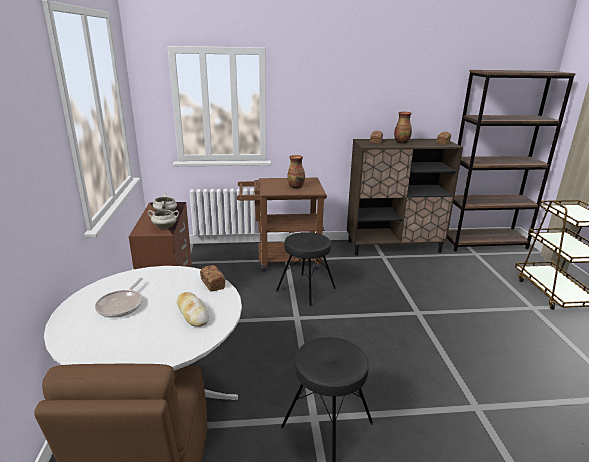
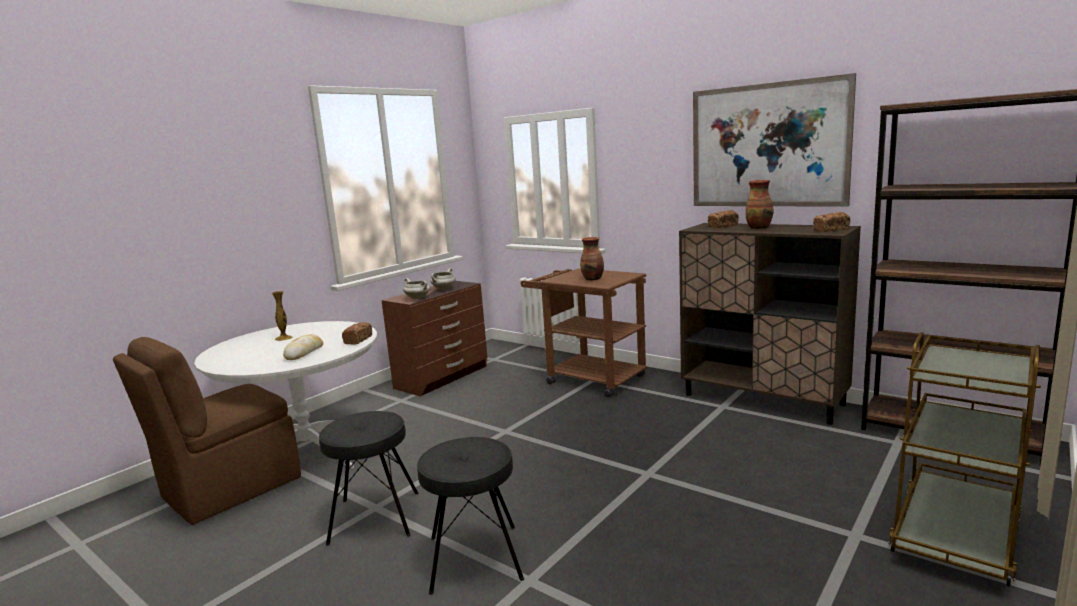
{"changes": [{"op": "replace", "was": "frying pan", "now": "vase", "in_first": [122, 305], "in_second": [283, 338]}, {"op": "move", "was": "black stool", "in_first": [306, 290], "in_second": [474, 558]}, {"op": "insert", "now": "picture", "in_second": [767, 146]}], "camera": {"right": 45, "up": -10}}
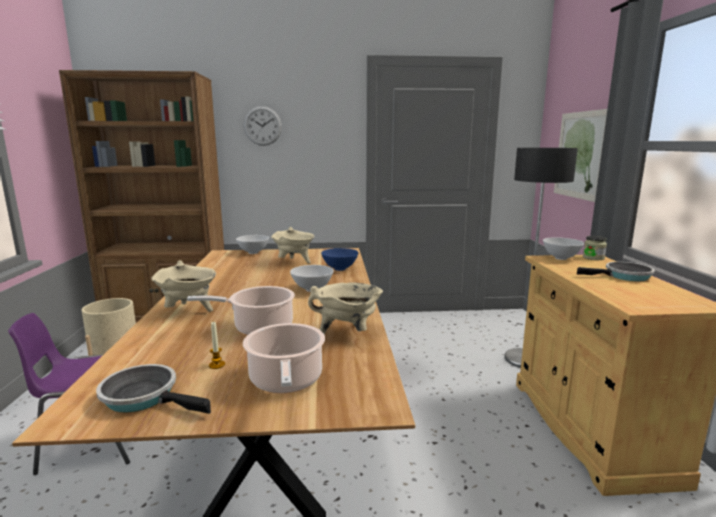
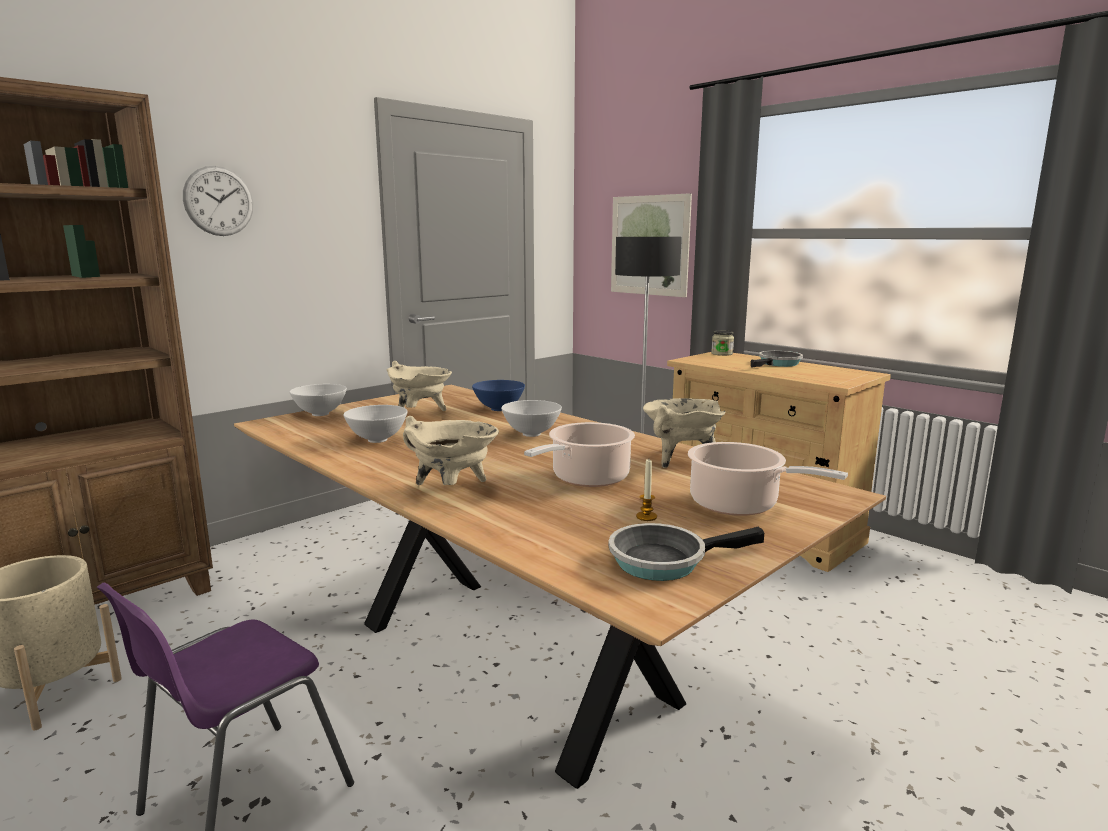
{"changes": [{"op": "move", "was": "white bowl", "in_first": [561, 258], "in_second": [378, 440]}], "camera": {"right": -40, "up": 0}}
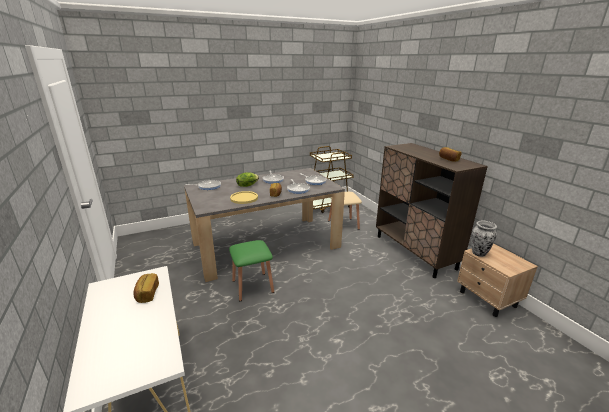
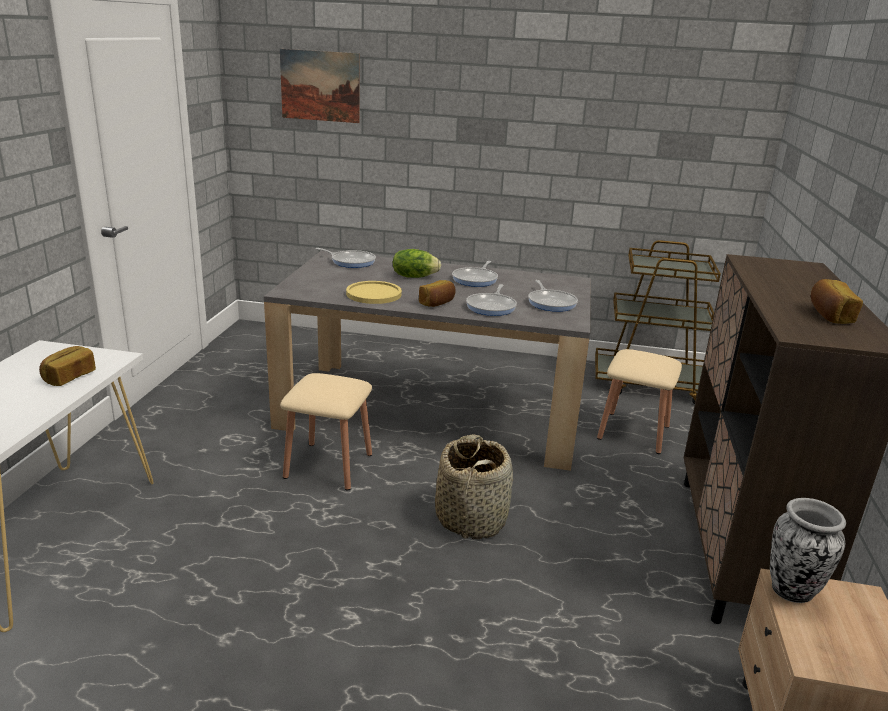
{"changes": [{"op": "recolor", "was": "green stool", "now": "beige stool", "in_first": [252, 286], "in_second": [328, 465]}, {"op": "insert", "now": "picture", "in_second": [320, 86]}, {"op": "insert", "now": "basket", "in_second": [471, 518]}], "camera": {"right": 35, "up": 0}}
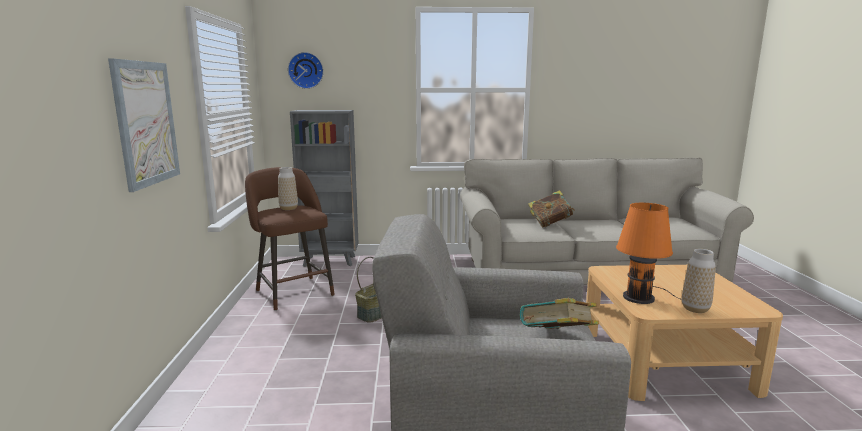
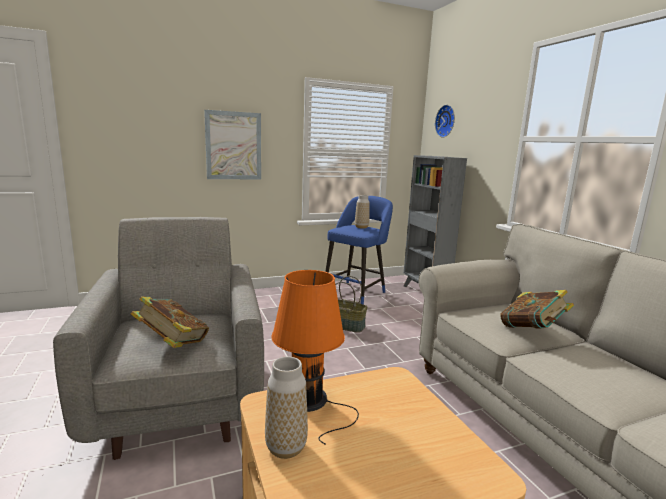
{"changes": [{"op": "recolor", "was": "brown stool", "now": "blue stool", "in_first": [293, 291], "in_second": [356, 292]}], "camera": {"right": 70, "up": 0}}
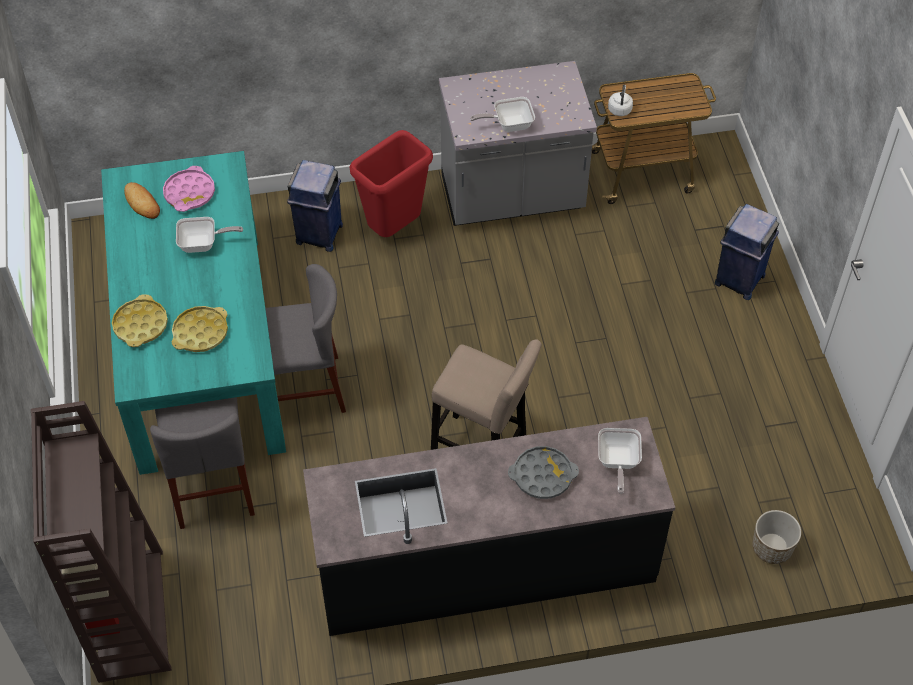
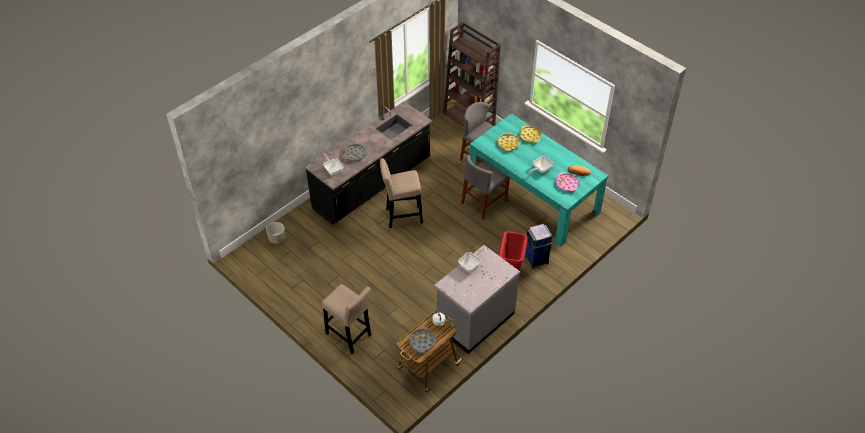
{"changes": [{"op": "replace", "was": "blue trash can", "now": "beige stool", "in_first": [739, 280], "in_second": [350, 336]}, {"op": "insert", "now": "grey tray", "in_second": [422, 341]}], "camera": {"right": 145, "up": -5}}
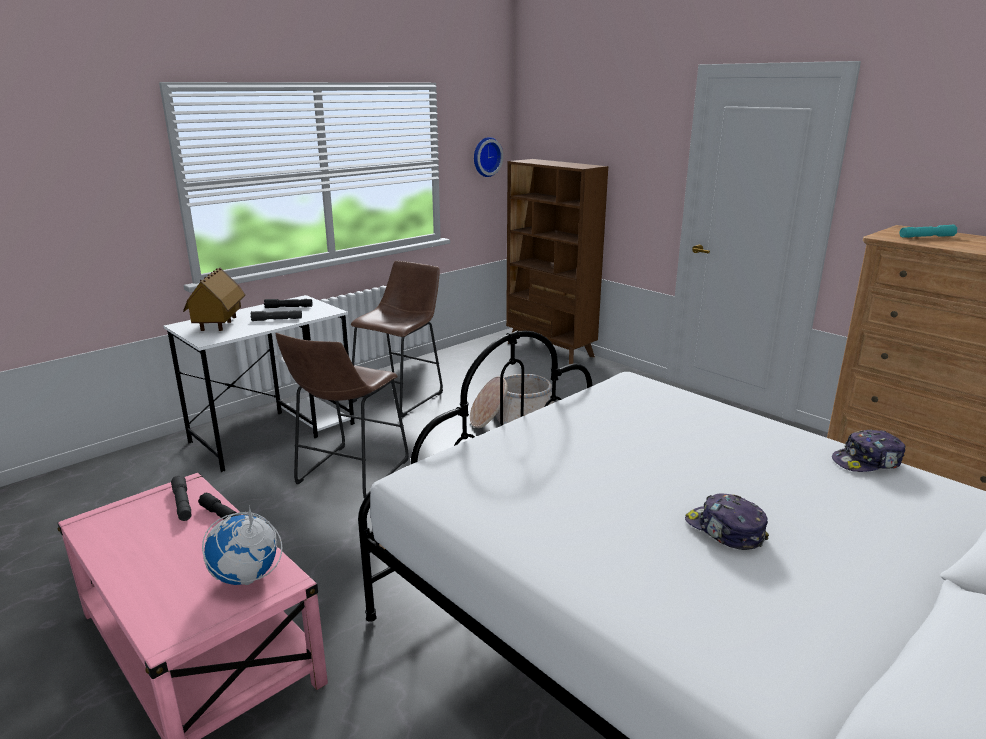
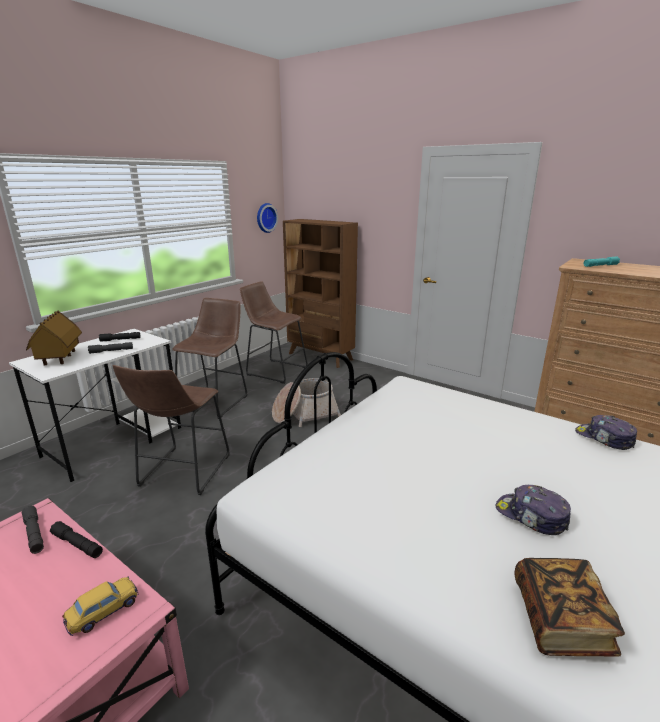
{"changes": [{"op": "replace", "was": "globe", "now": "toy car", "in_first": [246, 578], "in_second": [103, 612]}, {"op": "rotate", "was": "cap", "in_first": [867, 462], "in_second": [604, 439], "clockwise": 75}, {"op": "insert", "now": "brown stool", "in_second": [274, 370]}, {"op": "insert", "now": "book", "in_second": [560, 620]}], "camera": {"right": -10, "up": 0}}
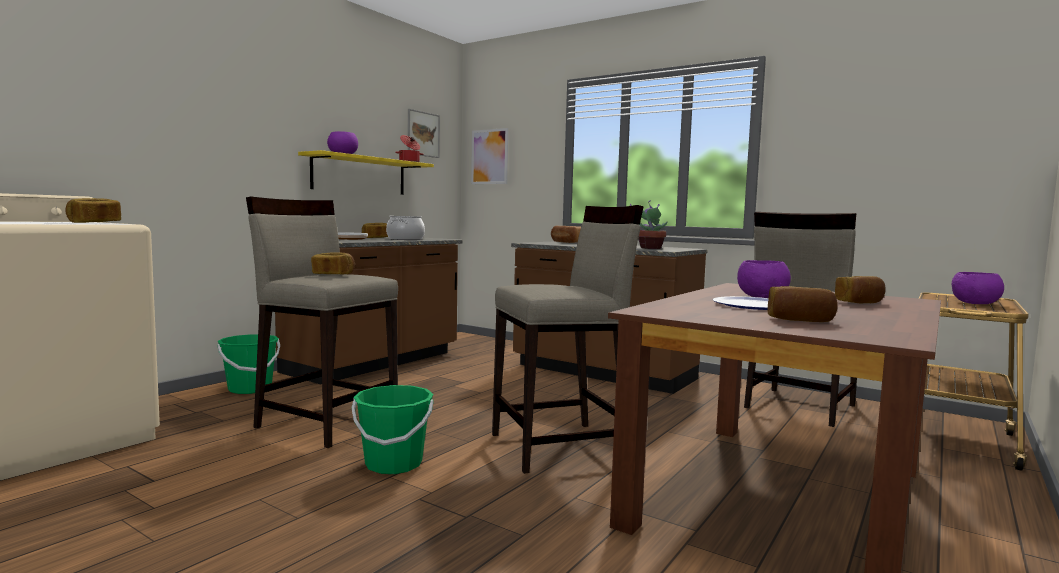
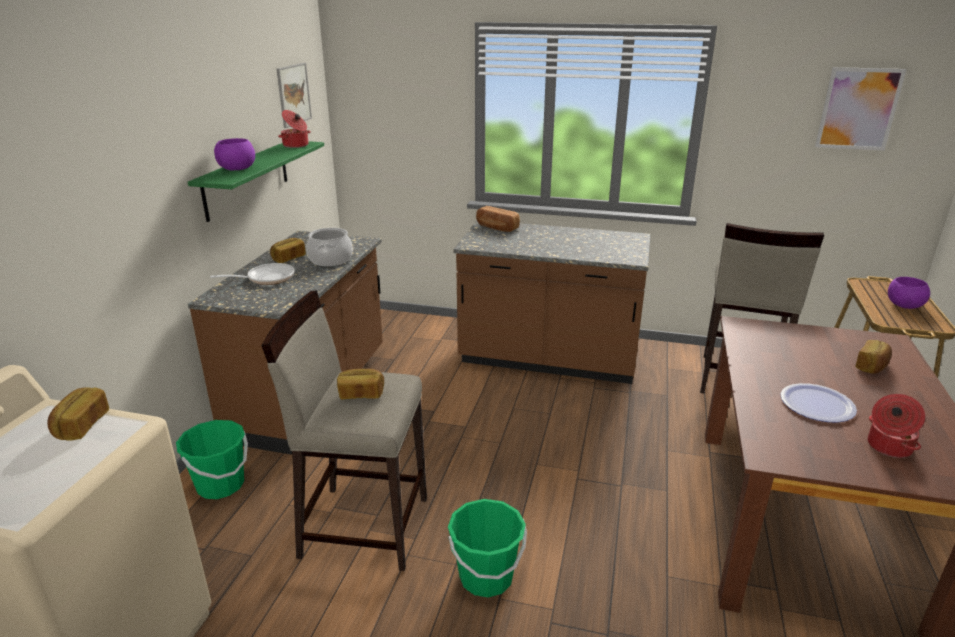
{"changes": [{"op": "recolor", "was": "yellow shelf", "now": "green shelf", "in_first": [359, 175], "in_second": [247, 179]}, {"op": "move", "was": "picture", "in_first": [489, 156], "in_second": [858, 109]}, {"op": "delete", "was": "beige stool", "in_first": [560, 447]}, {"op": "delete", "was": "potted plant", "in_first": [649, 248]}, {"op": "delete", "was": "purple bowl", "in_first": [760, 297]}, {"op": "replace", "was": "bread", "now": "cooking pot", "in_first": [800, 320], "in_second": [888, 447]}], "camera": {"right": -20, "up": 20}}
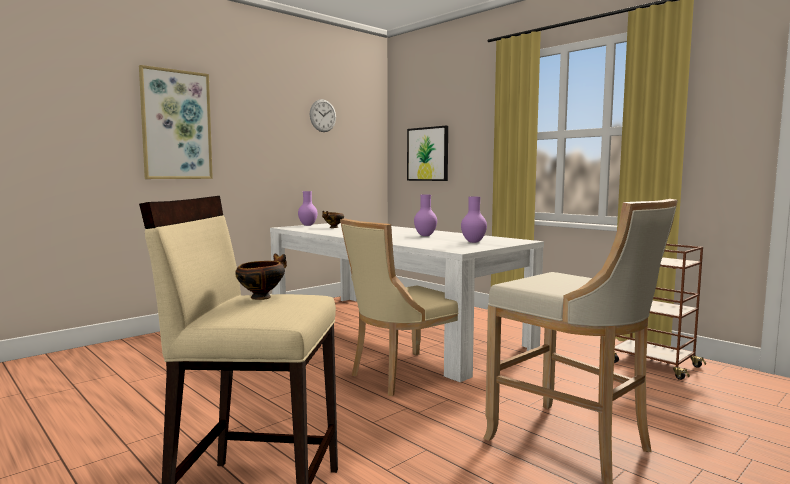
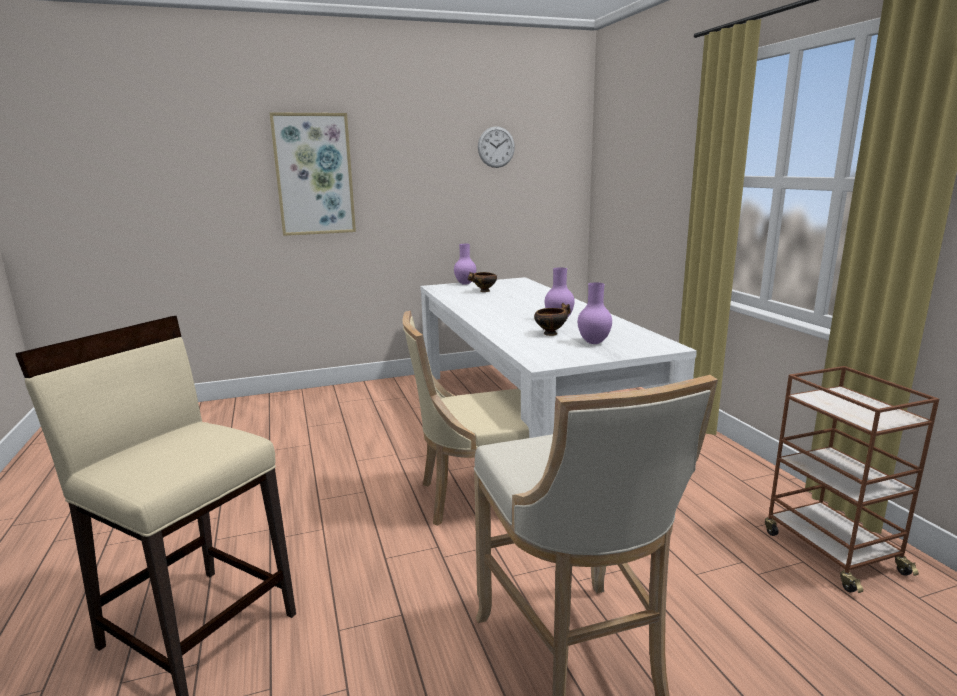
{"changes": [{"op": "move", "was": "bowl", "in_first": [262, 297], "in_second": [551, 333]}, {"op": "delete", "was": "picture", "in_first": [428, 154]}], "camera": {"right": 25, "up": 10}}
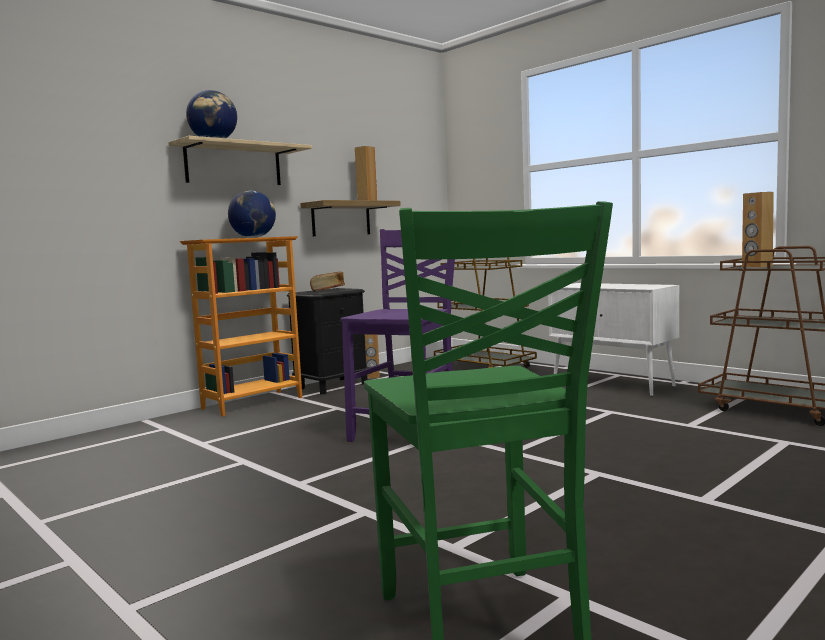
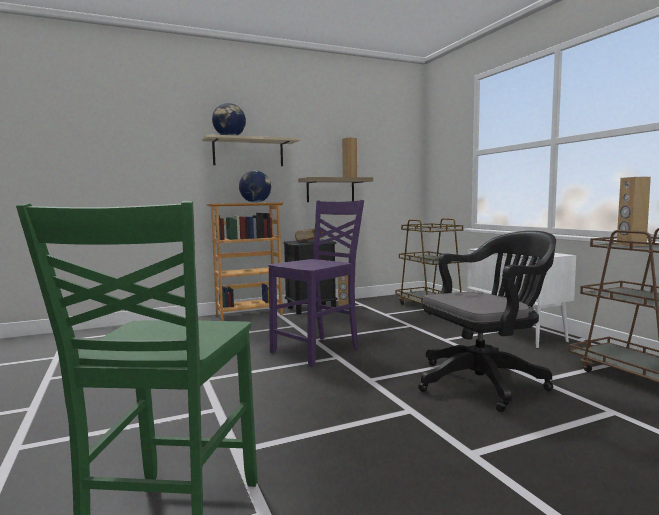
{"changes": [{"op": "insert", "now": "black office chair", "in_second": [485, 382]}], "camera": {"right": 20, "up": 0}}
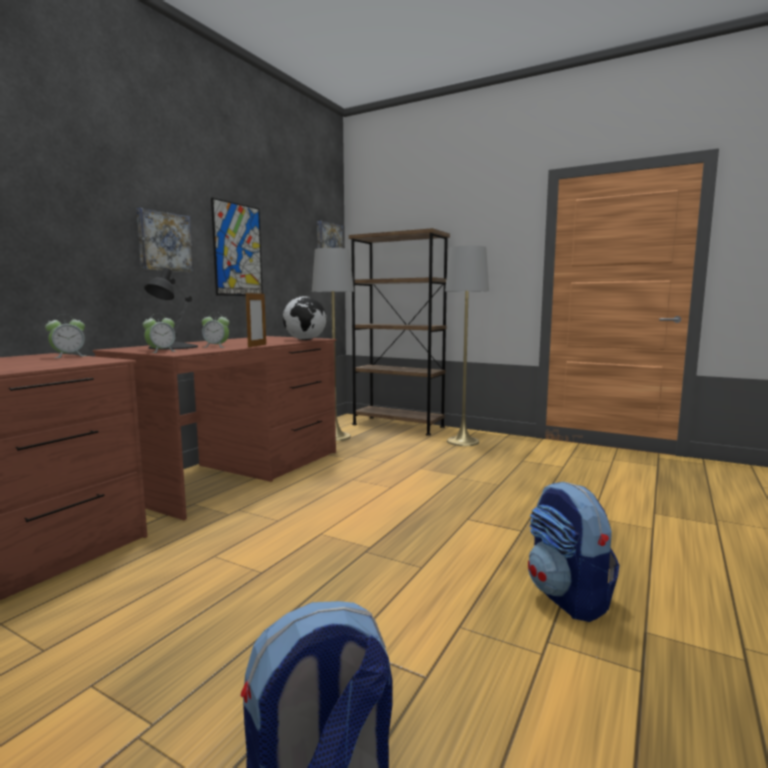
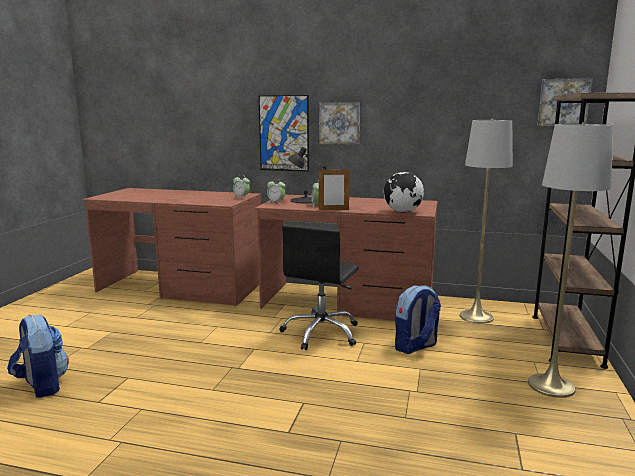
{"changes": [{"op": "move", "was": "picture", "in_first": [237, 250], "in_second": [284, 133]}, {"op": "move", "was": "backpack", "in_first": [568, 597], "in_second": [415, 347]}, {"op": "insert", "now": "black office chair", "in_second": [321, 333]}], "camera": {"right": 75, "up": 5}}
